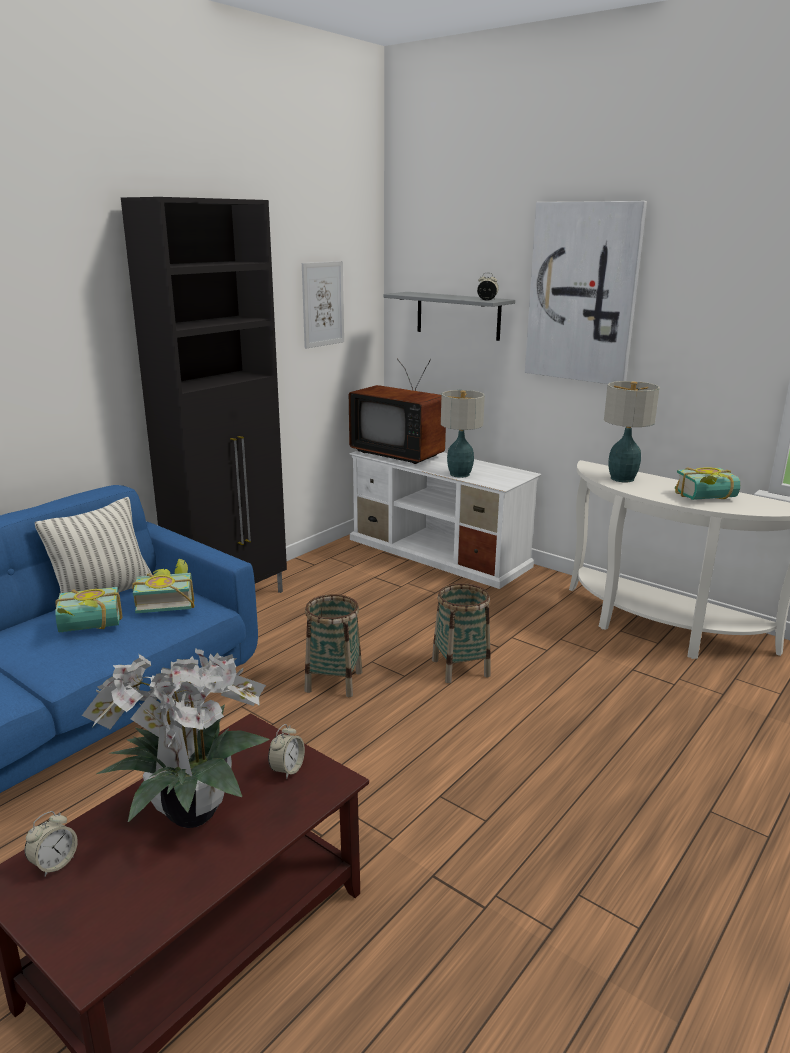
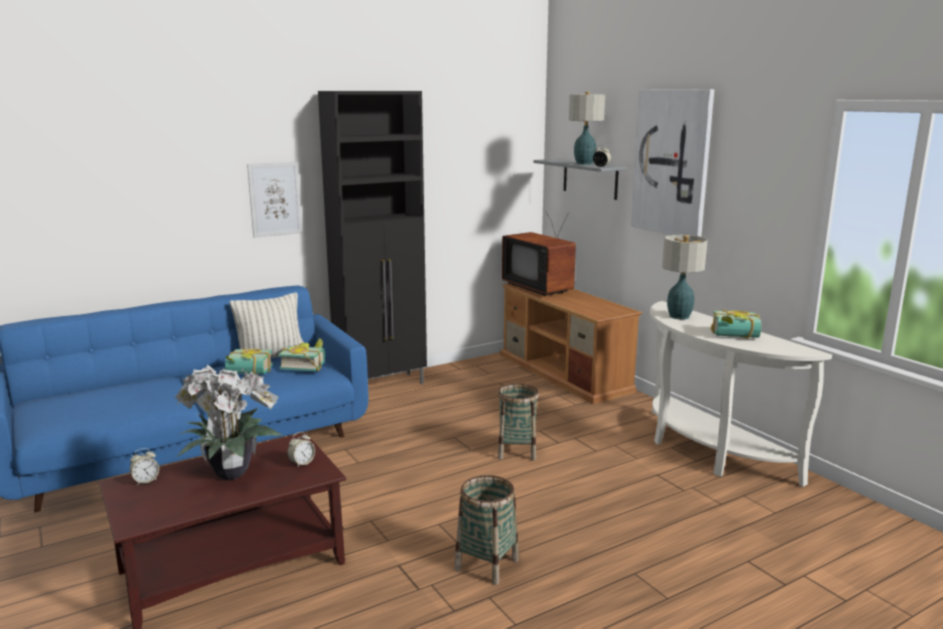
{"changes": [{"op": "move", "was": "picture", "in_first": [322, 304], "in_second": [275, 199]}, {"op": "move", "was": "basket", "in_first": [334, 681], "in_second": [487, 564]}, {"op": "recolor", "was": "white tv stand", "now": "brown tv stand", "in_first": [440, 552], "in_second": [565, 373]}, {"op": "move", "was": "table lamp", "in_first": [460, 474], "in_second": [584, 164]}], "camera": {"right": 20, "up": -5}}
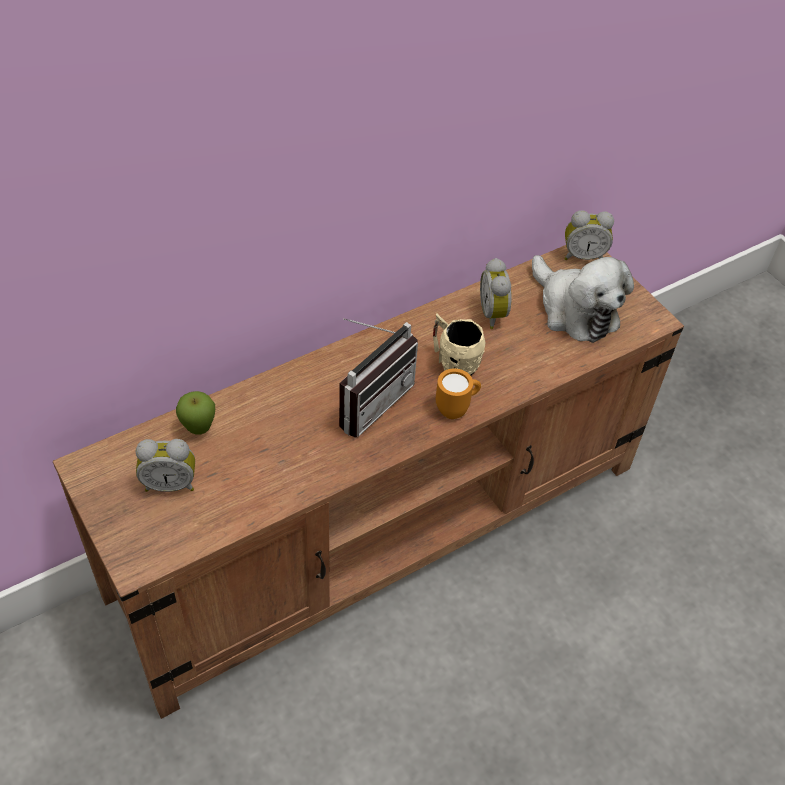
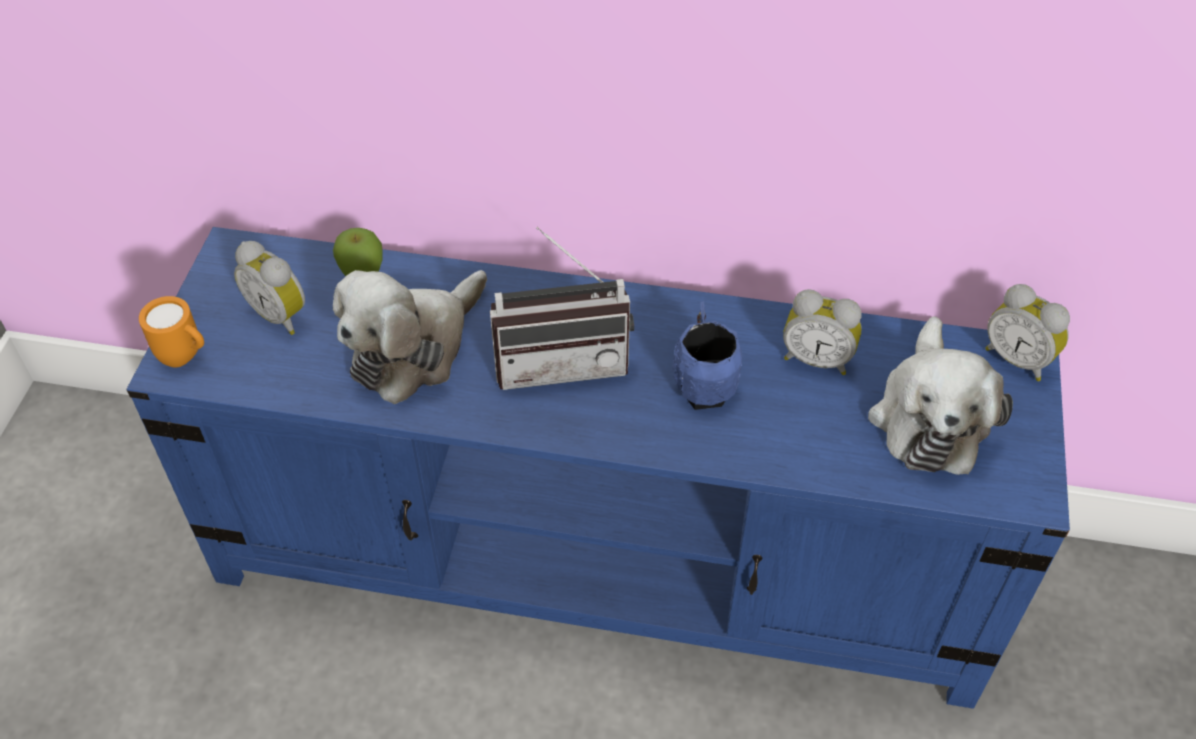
{"changes": [{"op": "recolor", "was": "brown tv stand", "now": "blue tv stand", "in_first": [383, 529], "in_second": [602, 560]}, {"op": "recolor", "was": "beige mug", "now": "blue mug", "in_first": [454, 362], "in_second": [703, 381]}, {"op": "move", "was": "orange mug", "in_first": [456, 409], "in_second": [186, 357]}, {"op": "rotate", "was": "alarm clock", "in_first": [495, 314], "in_second": [817, 358], "clockwise": -105}, {"op": "insert", "now": "plush toy", "in_second": [414, 348]}], "camera": {"right": 45, "up": 0}}
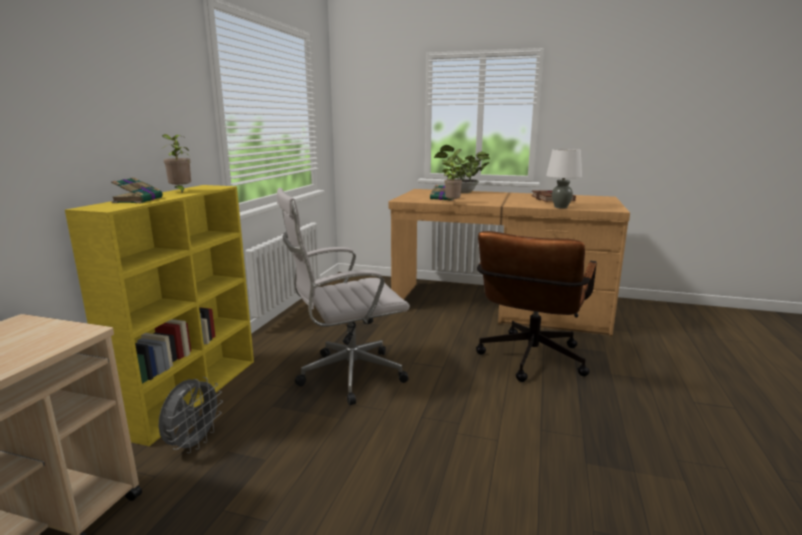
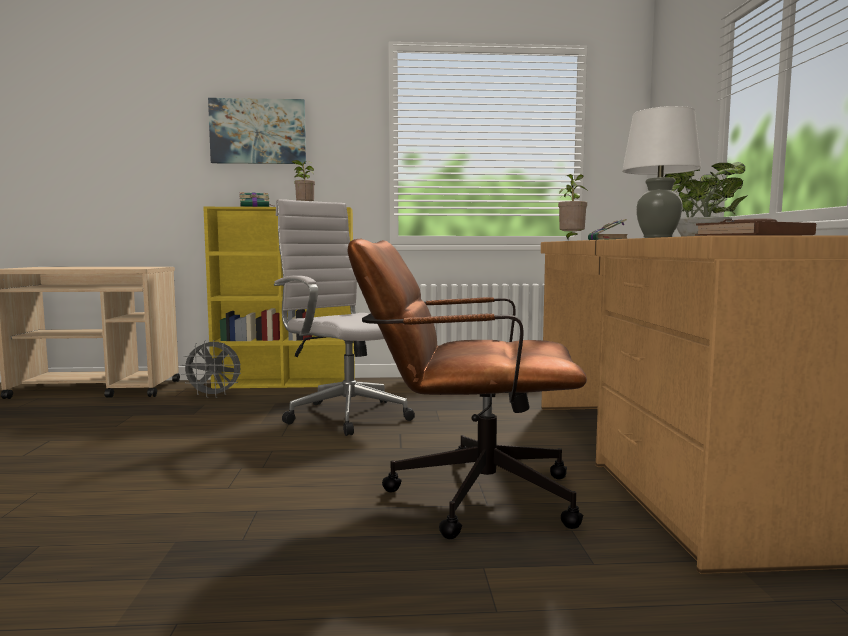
{"changes": [{"op": "insert", "now": "picture", "in_second": [258, 131]}], "camera": {"right": 70, "up": -10}}
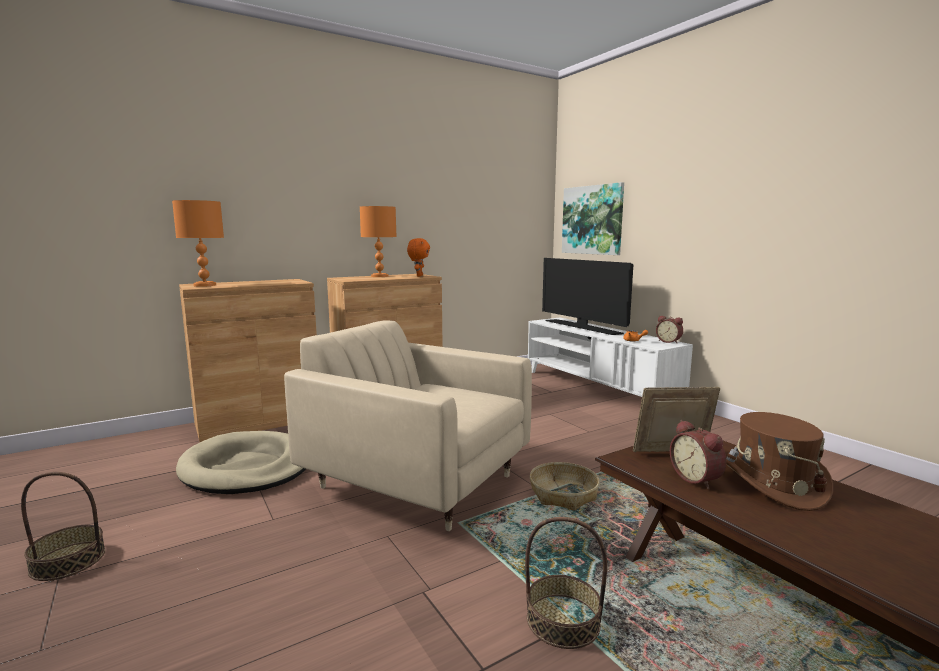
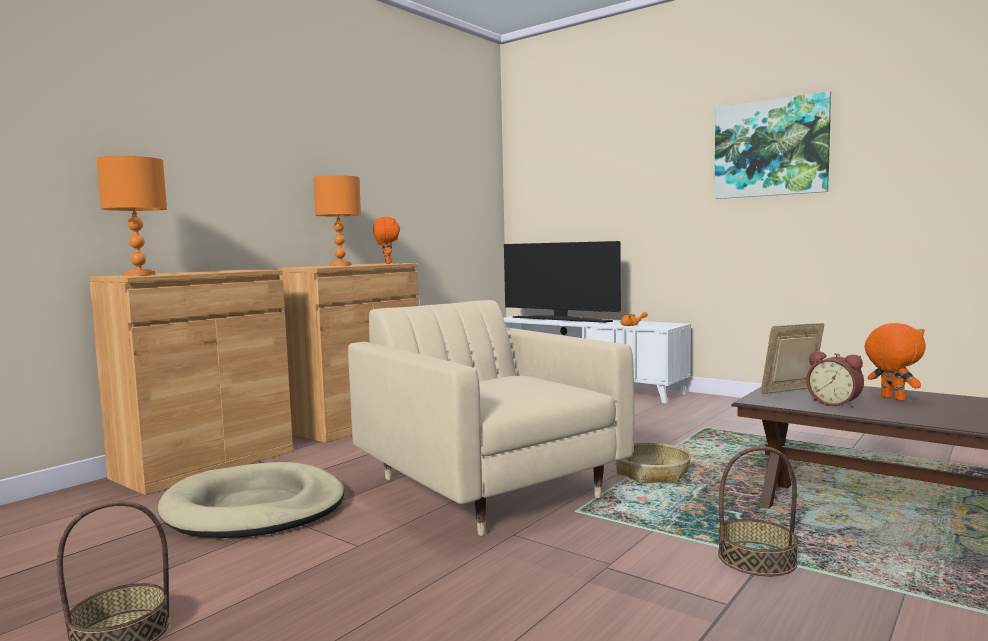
{"changes": [{"op": "rotate", "was": "beige armchair", "in_first": [416, 481], "in_second": [488, 487], "clockwise": 45}, {"op": "move", "was": "picture", "in_first": [592, 220], "in_second": [770, 148]}, {"op": "delete", "was": "alarm clock", "in_first": [669, 341]}, {"op": "replace", "was": "brown hat", "now": "orange plush toy", "in_first": [772, 483], "in_second": [891, 399]}], "camera": {"right": -20, "up": -5}}
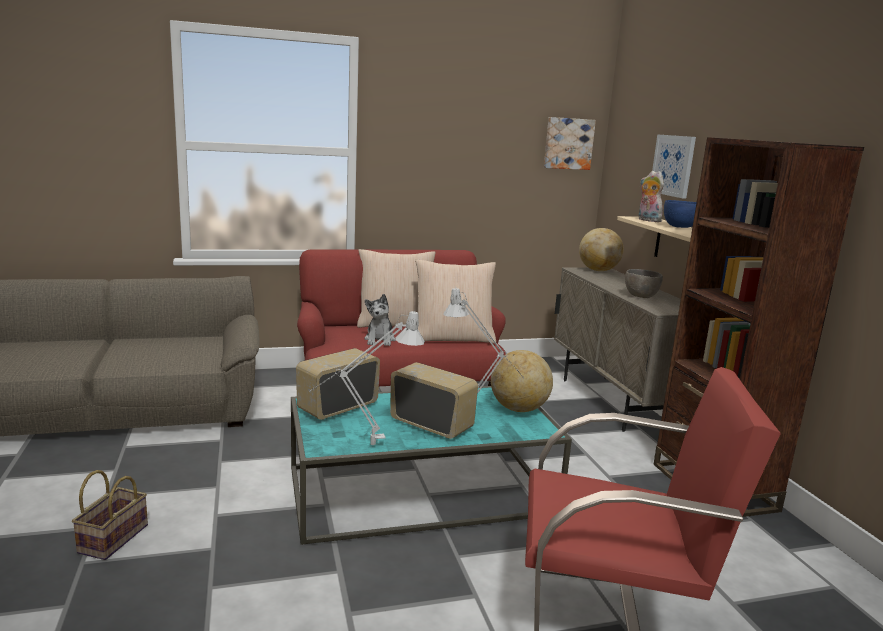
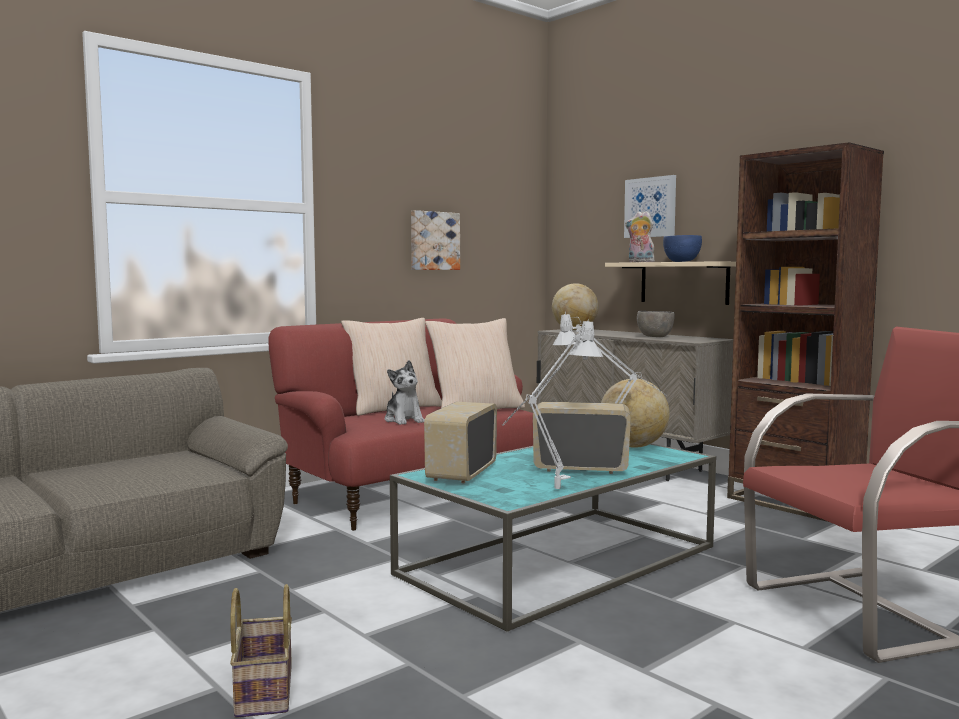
{"changes": [{"op": "move", "was": "picture", "in_first": [568, 143], "in_second": [433, 241]}], "camera": {"right": -25, "up": -10}}
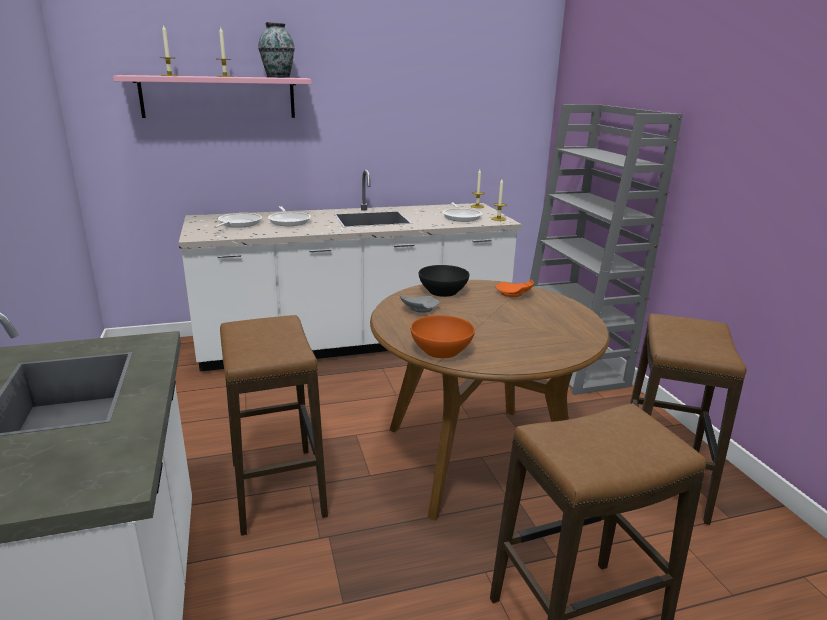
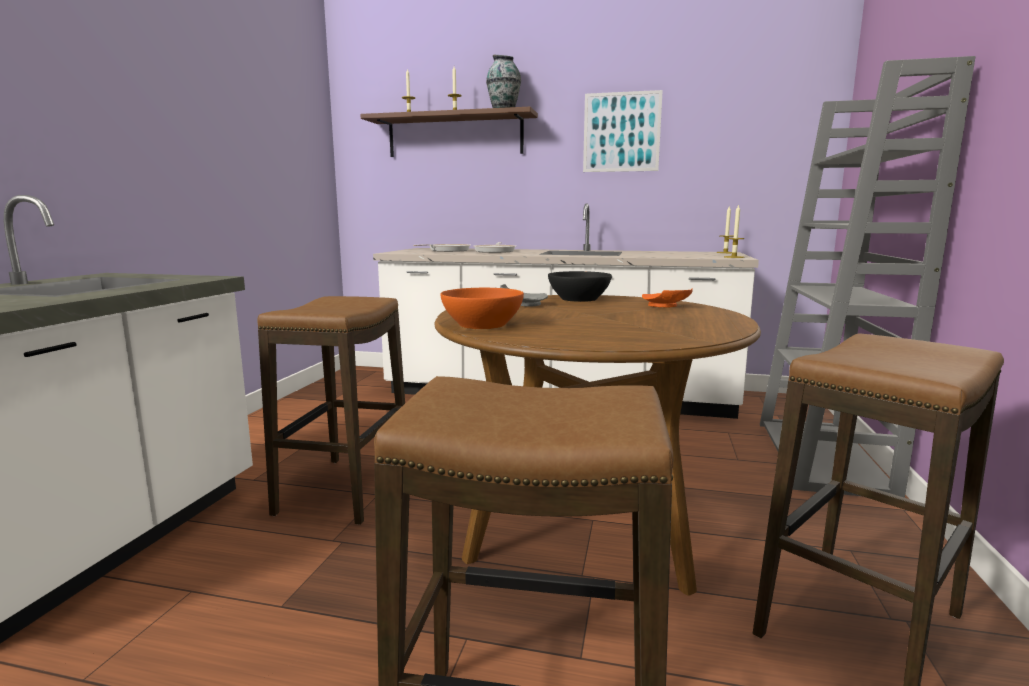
{"changes": [{"op": "recolor", "was": "pink shelf", "now": "brown shelf", "in_first": [219, 97], "in_second": [455, 136]}, {"op": "delete", "was": "frying pan", "in_first": [461, 217]}, {"op": "insert", "now": "picture", "in_second": [621, 132]}], "camera": {"right": 30, "up": -10}}
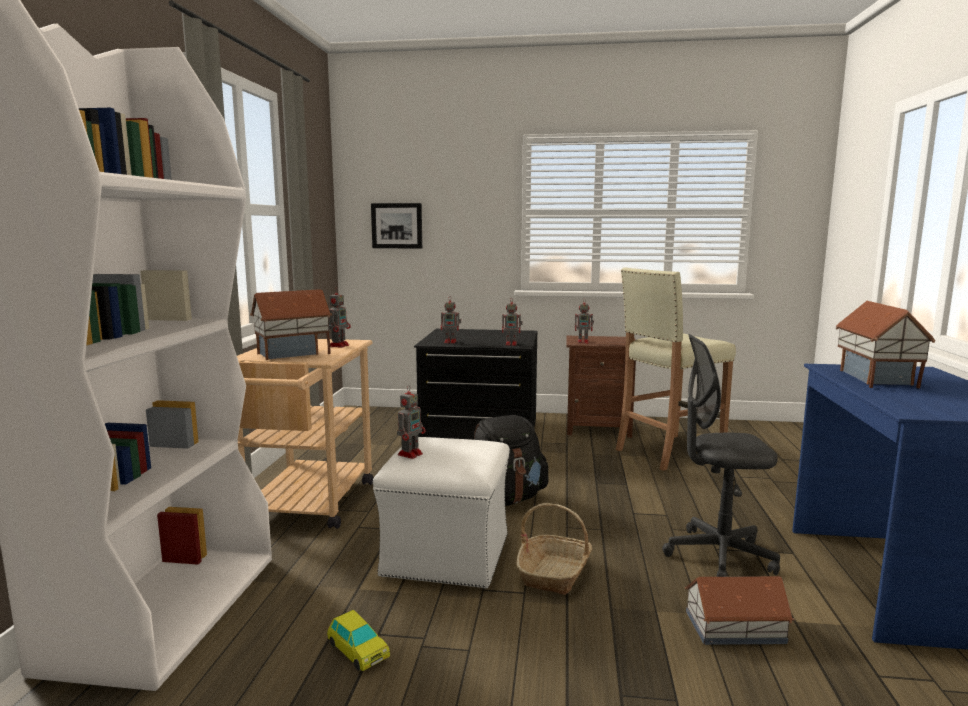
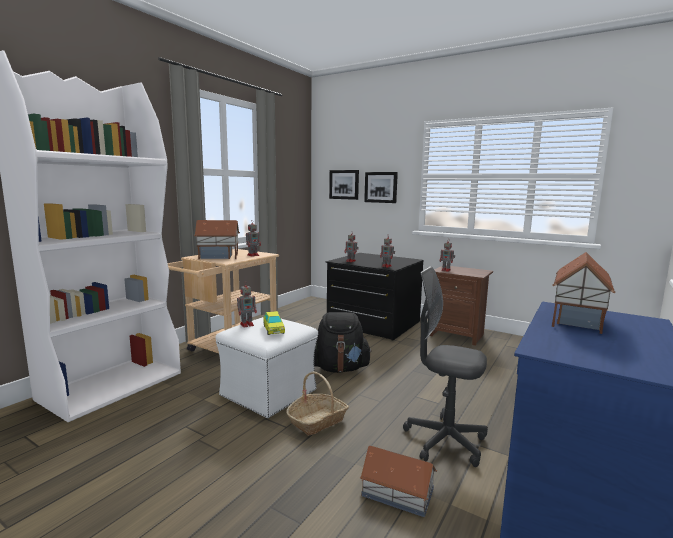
{"changes": [{"op": "move", "was": "toy car", "in_first": [358, 651], "in_second": [274, 330]}, {"op": "delete", "was": "beige stool", "in_first": [668, 452]}, {"op": "insert", "now": "picture", "in_second": [381, 187]}], "camera": {"right": 25, "up": 0}}
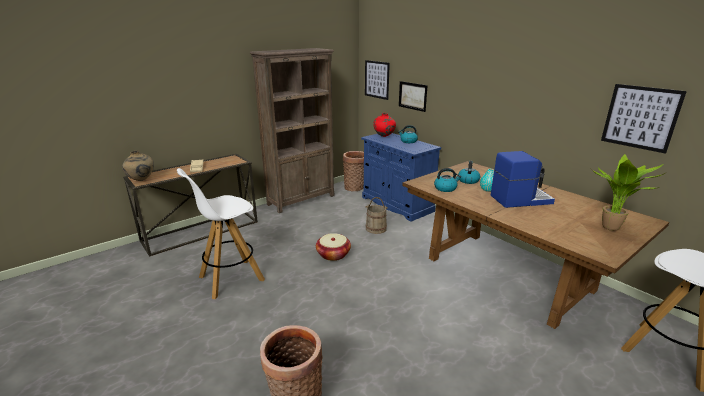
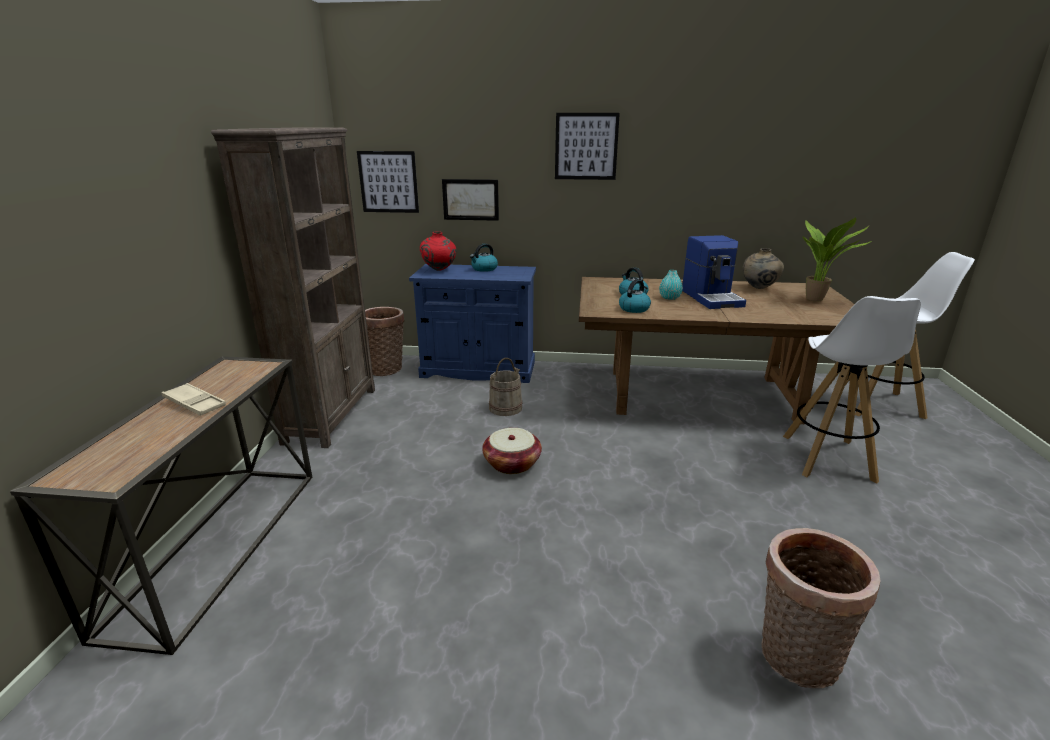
{"changes": [{"op": "move", "was": "beige vase", "in_first": [141, 180], "in_second": [759, 288]}, {"op": "move", "was": "white stool", "in_first": [230, 279], "in_second": [828, 458]}, {"op": "rotate", "was": "coffee machine", "in_first": [520, 199], "in_second": [712, 298], "clockwise": 135}, {"op": "move", "was": "picture", "in_first": [640, 117], "in_second": [586, 146]}], "camera": {"right": -45, "up": 0}}
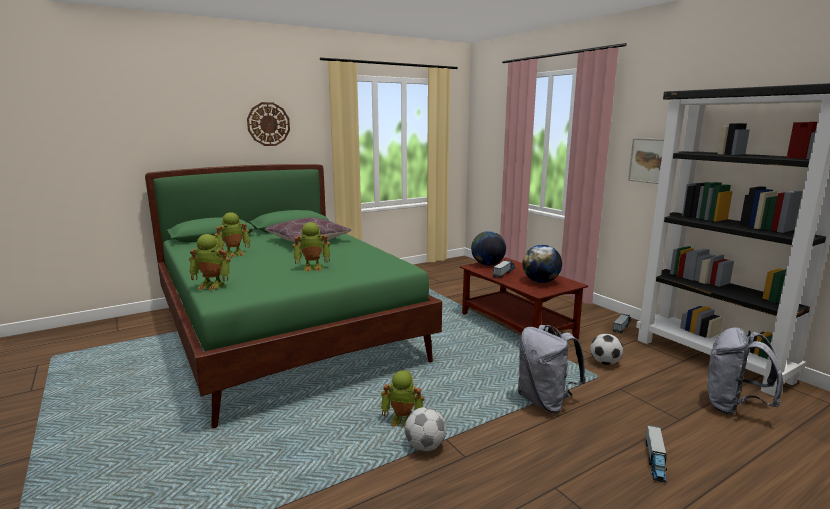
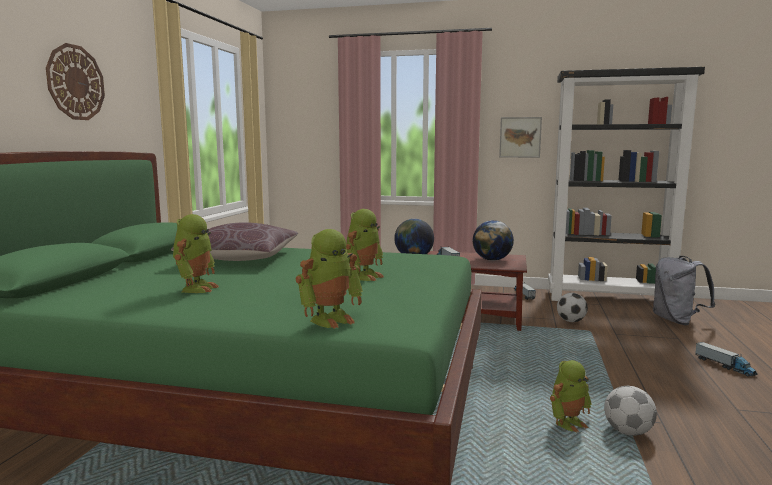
{"changes": [{"op": "delete", "was": "grey backpack", "in_first": [545, 401]}], "camera": {"right": -45, "up": -5}}
